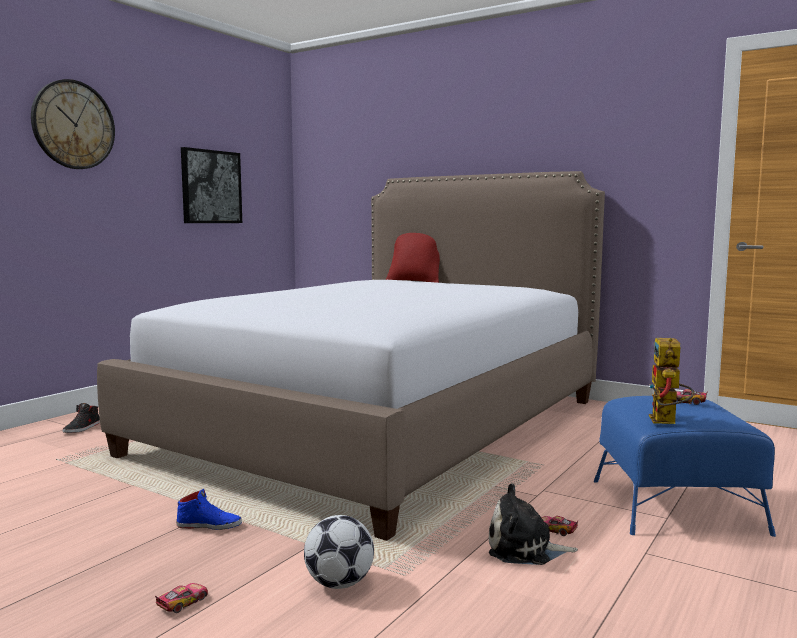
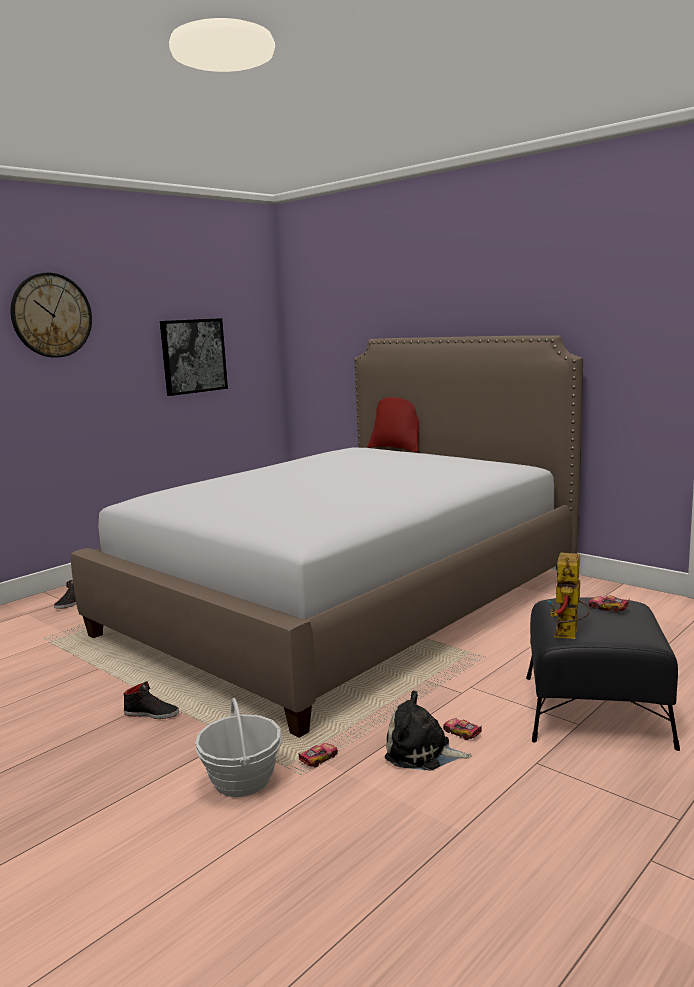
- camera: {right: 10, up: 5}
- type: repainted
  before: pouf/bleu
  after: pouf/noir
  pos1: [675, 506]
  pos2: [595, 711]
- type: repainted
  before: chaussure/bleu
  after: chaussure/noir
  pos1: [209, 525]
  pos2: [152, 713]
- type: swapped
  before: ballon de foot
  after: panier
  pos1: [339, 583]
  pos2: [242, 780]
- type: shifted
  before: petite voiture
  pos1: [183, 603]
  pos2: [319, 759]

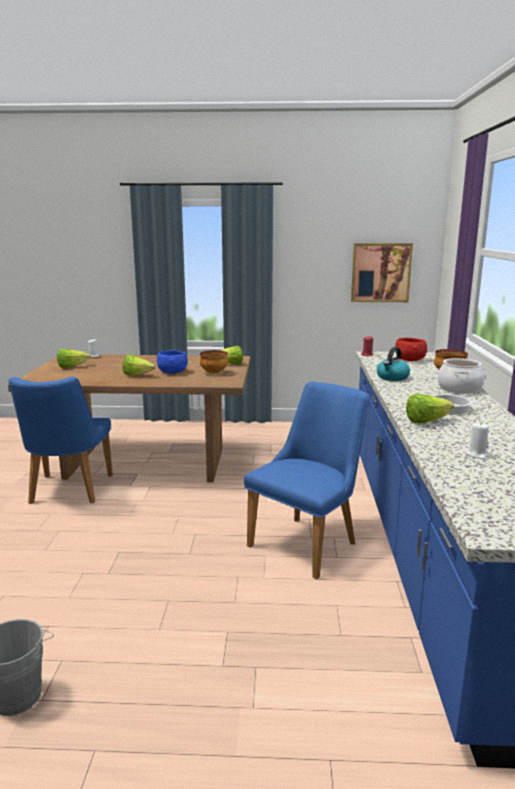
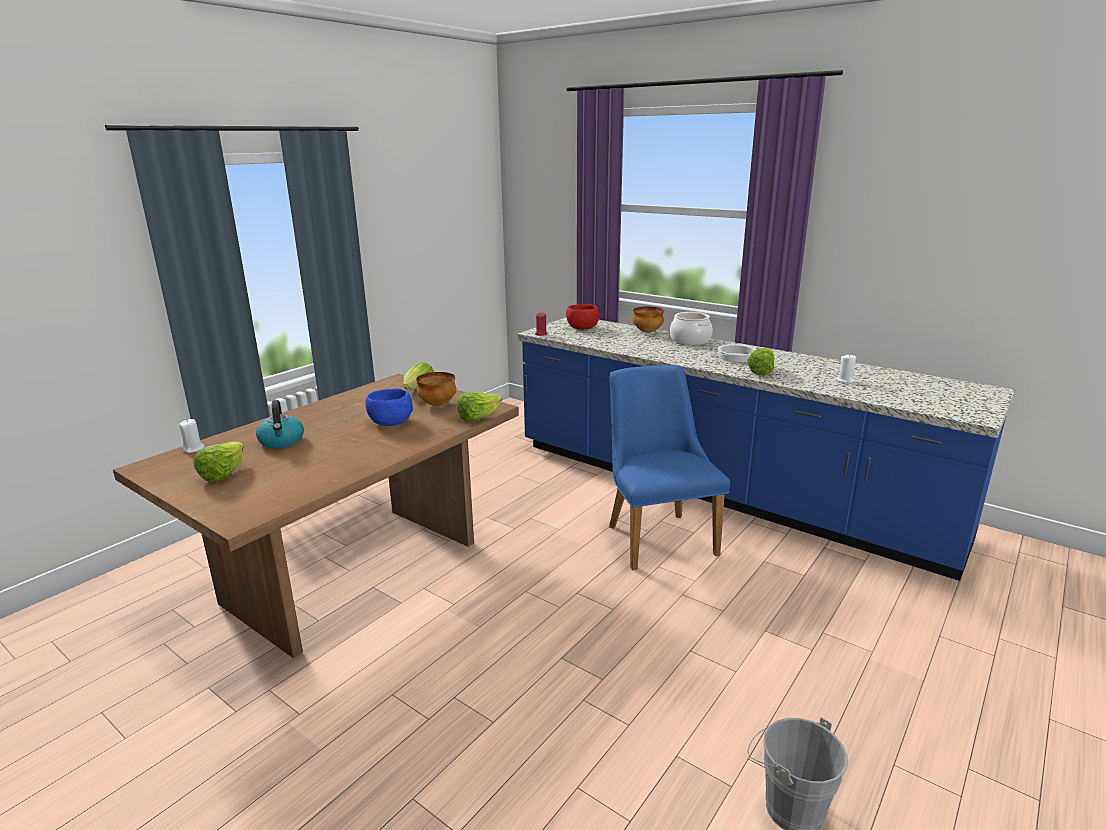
- camera: {right: -55, up: 5}
- type: gone
  before: tableau
  pos1: [381, 272]
- type: shifted
  before: bouilloire
  pos1: [392, 377]
  pos2: [282, 441]
- type: shifted
  before: laitue
  pos1: [137, 375]
  pos2: [478, 418]
- type: gone
  before: chaise/bleu
  pos1: [67, 492]

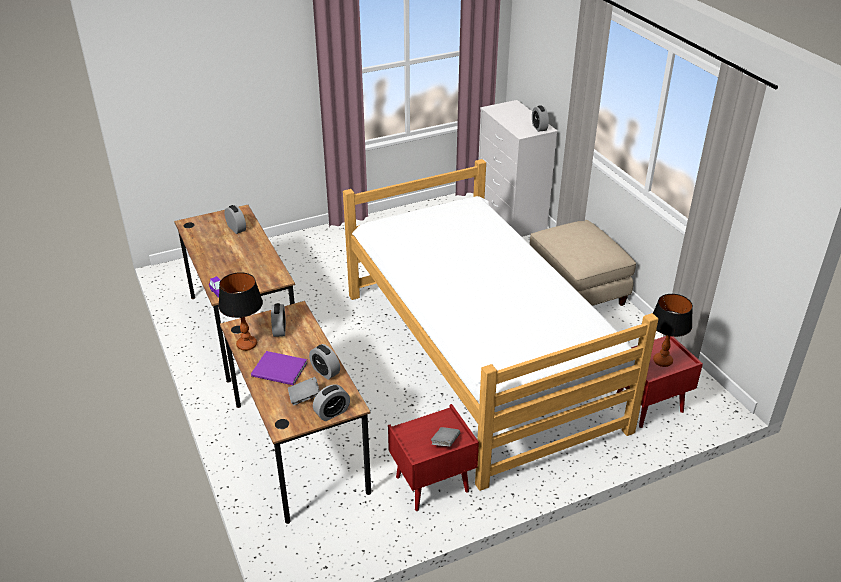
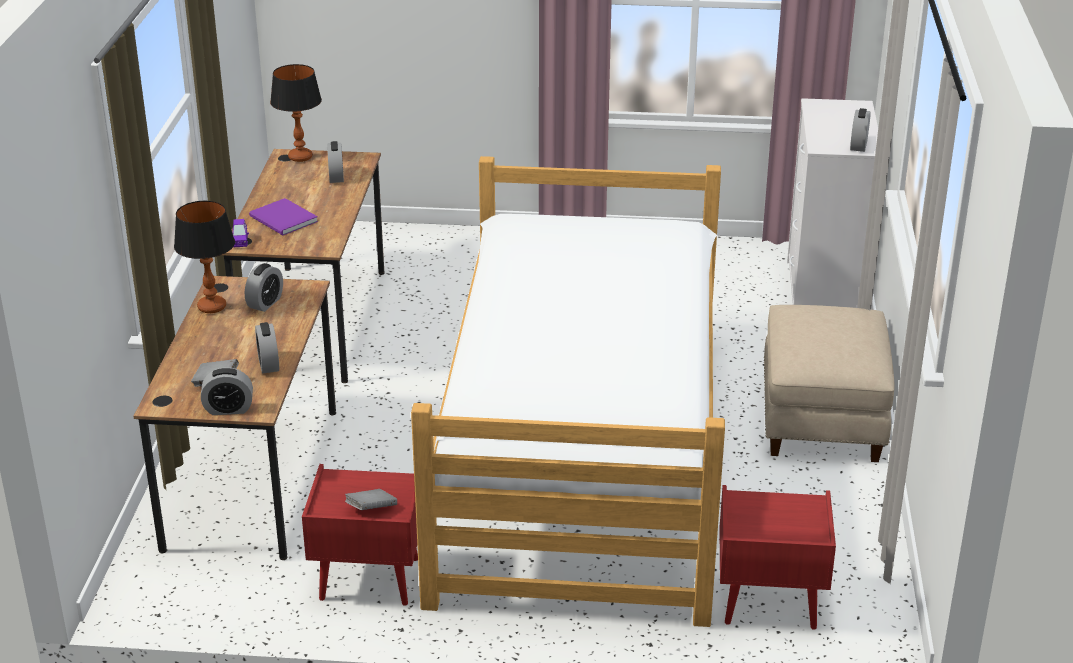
- camera: {right: 30, up: -5}
- type: shifted
  before: lampe de table
  pos1: [662, 361]
  pos2: [300, 157]
- type: shifted
  before: livre/violet
  pos1: [280, 371]
  pos2: [283, 220]

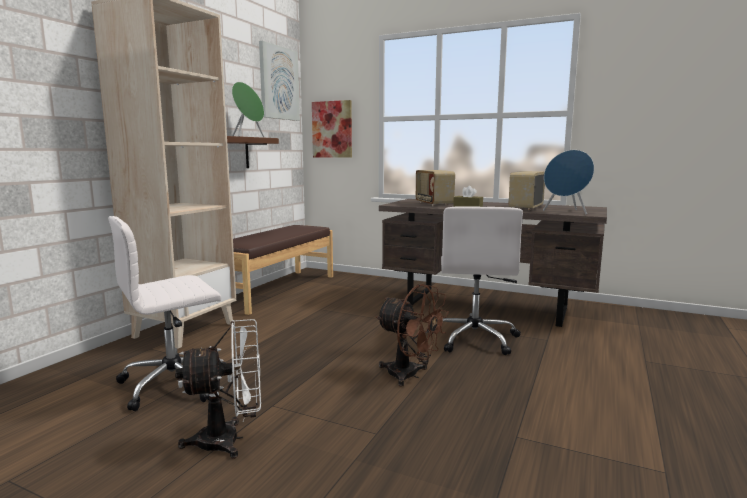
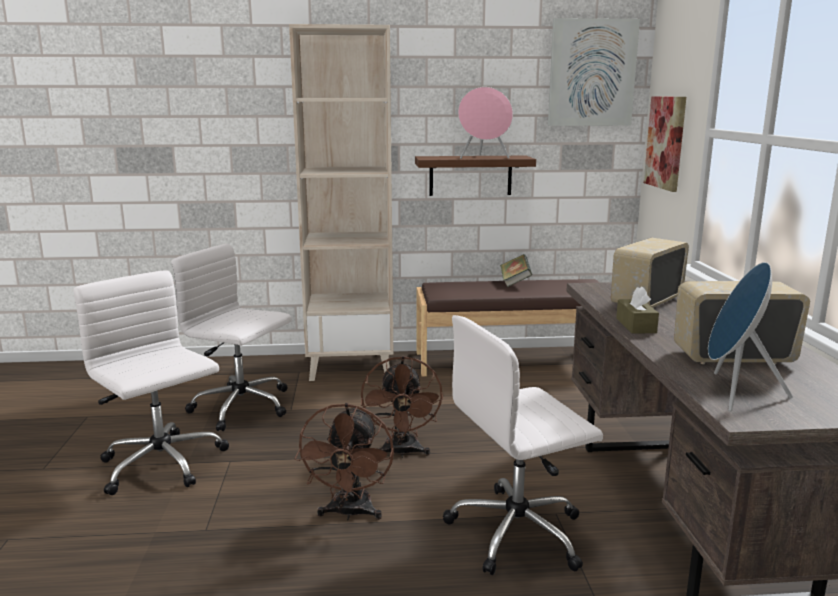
- camera: {right: 60, up: 5}
- type: repainted
  before: enceinte/vert
  after: enceinte/rose
  pos1: [248, 136]
  pos2: [484, 158]
- type: swapped
  before: ventilateur/blanc
  after: chaise de bureau/blanc
  pos1: [230, 440]
  pos2: [163, 465]
- type: new
  after: livre
  pos2: [515, 282]
- type: new
  after: ventilateur/marron
  pos2: [402, 452]

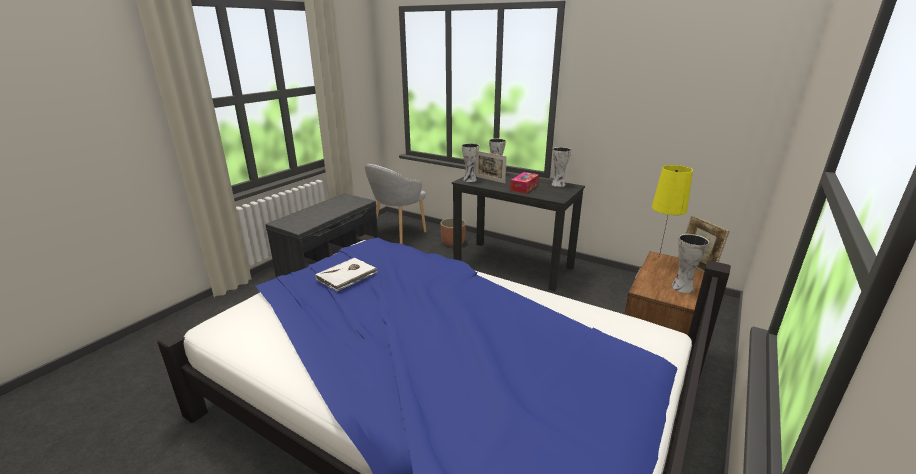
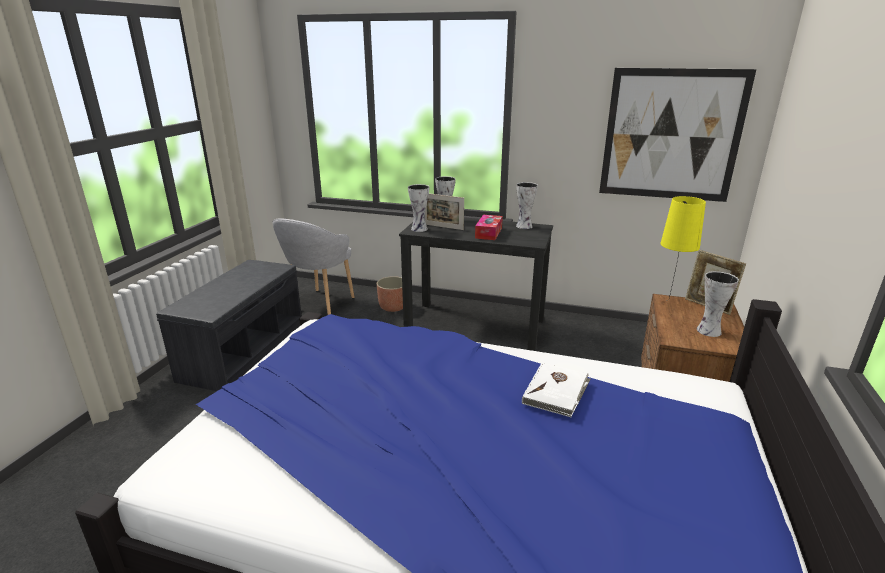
- camera: {right: -15, up: 0}
- type: shifted
  before: livre/blanc
  pos1: [347, 276]
  pos2: [556, 391]
- type: new
  after: tableau
  pos2: [671, 135]

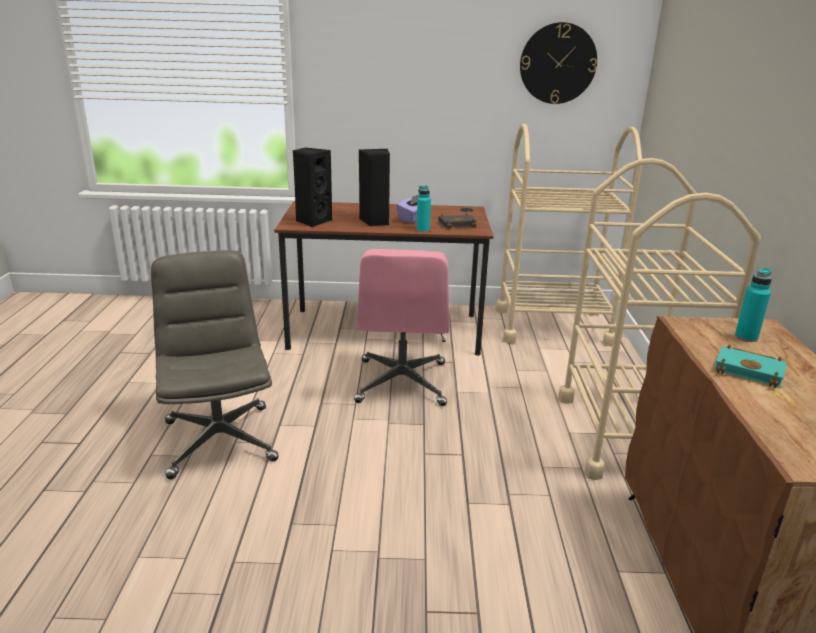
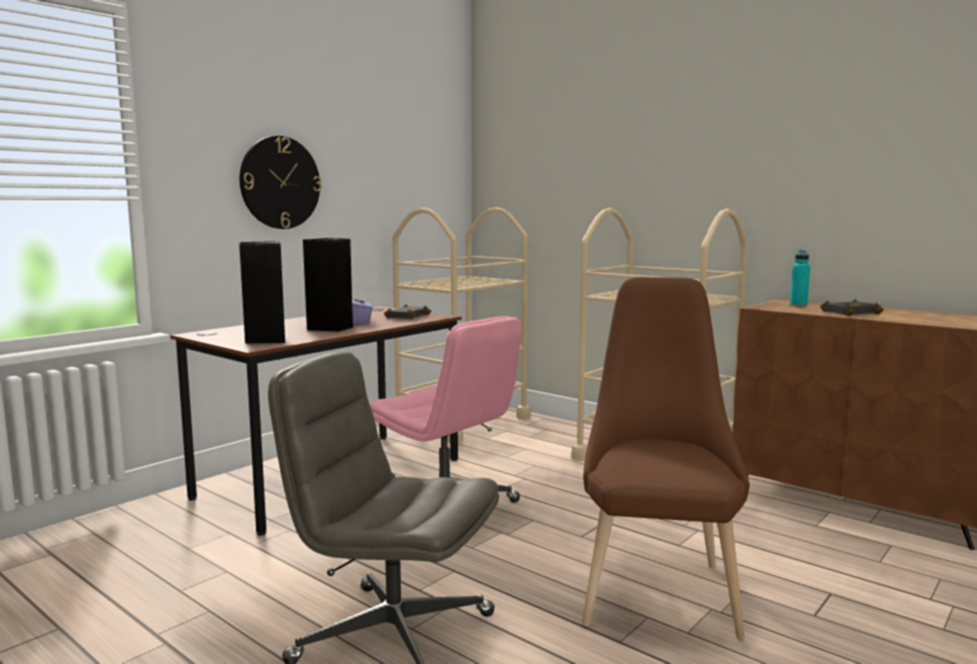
- camera: {right: -50, up: -15}
- type: shifted
  before: horloge murale
  pos1: [558, 63]
  pos2: [280, 182]
- type: gone
  before: bouteille/turquoise
  pos1: [423, 230]
- type: repainted
  before: livre/turquoise
  after: livre/noir
  pos1: [750, 371]
  pos2: [850, 312]
- type: new
  after: chaise/marron
  pos2: [656, 588]

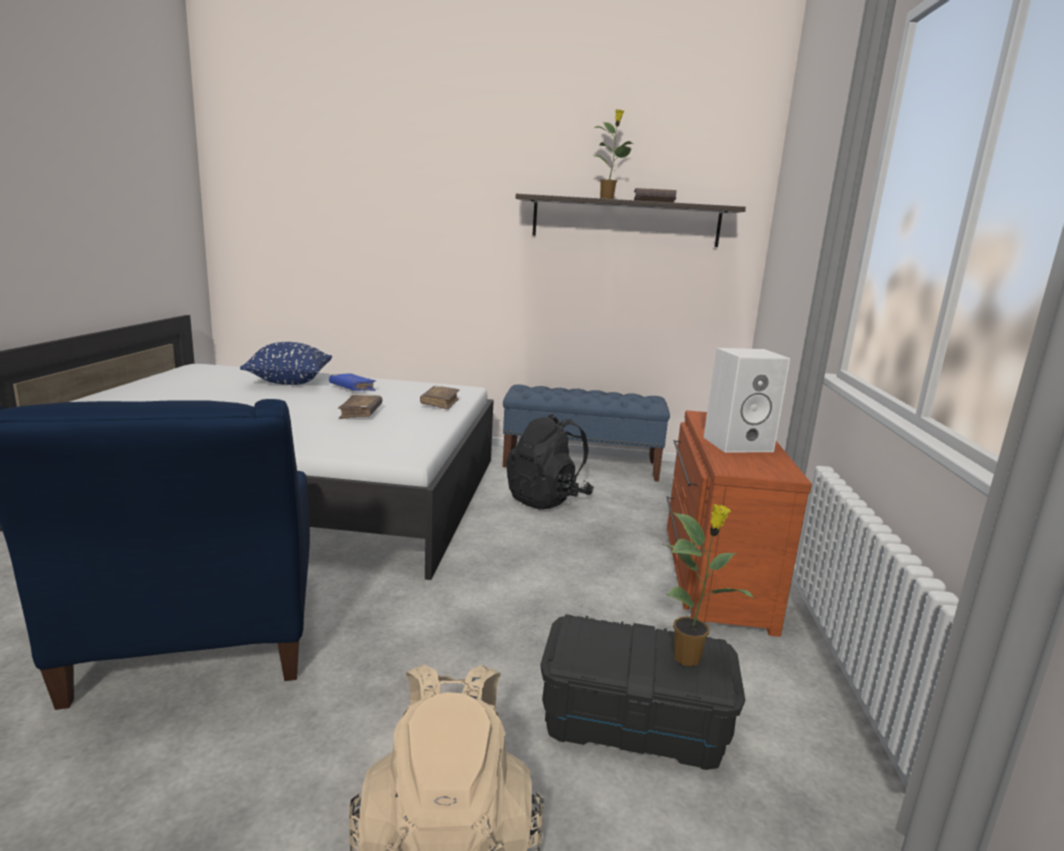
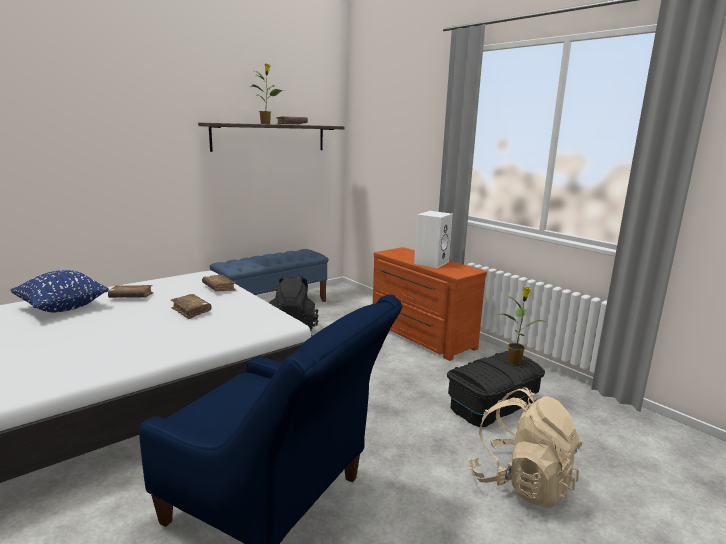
- camera: {right: -45, up: 0}
- type: repainted
  before: livre/bleu
  after: livre/marron
  pos1: [352, 388]
  pos2: [131, 297]

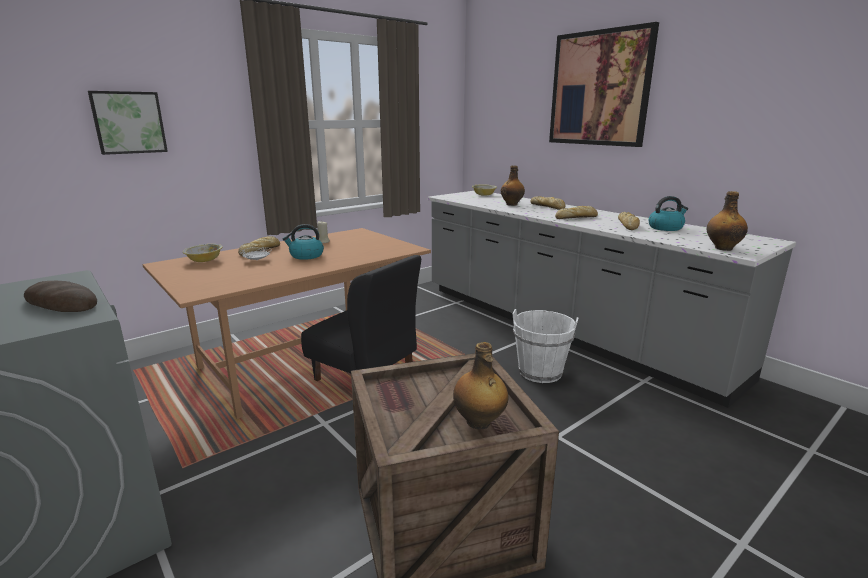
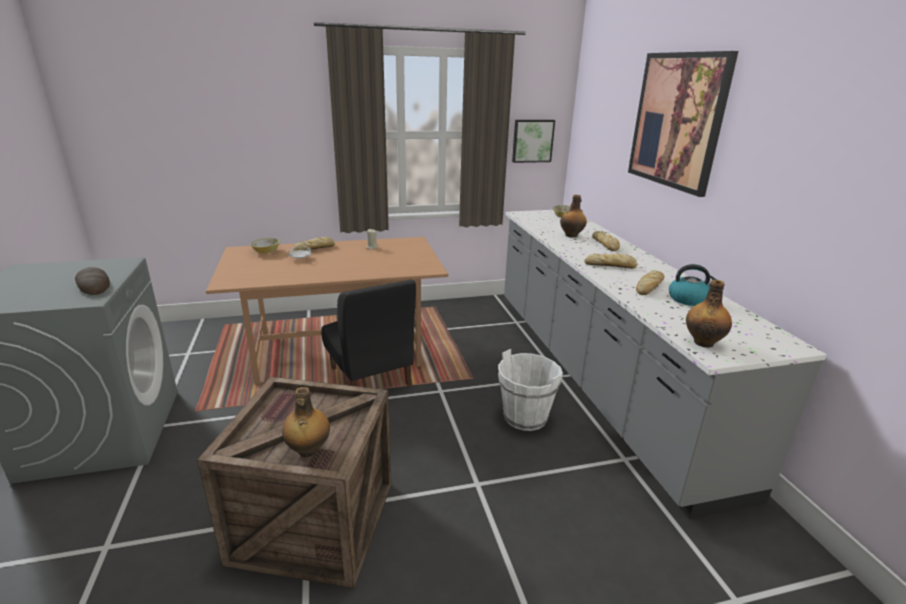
- camera: {right: 25, up: 5}
- type: shifted
  before: tableau
  pos1: [128, 122]
  pos2: [532, 141]
- type: gone
  before: bouilloire
  pos1: [306, 256]

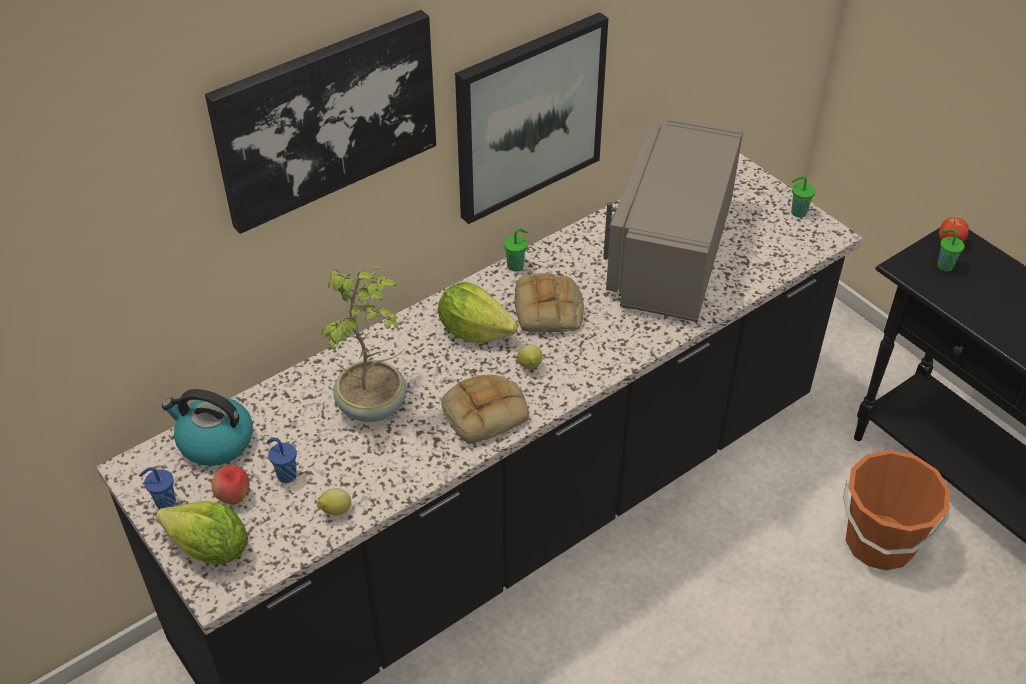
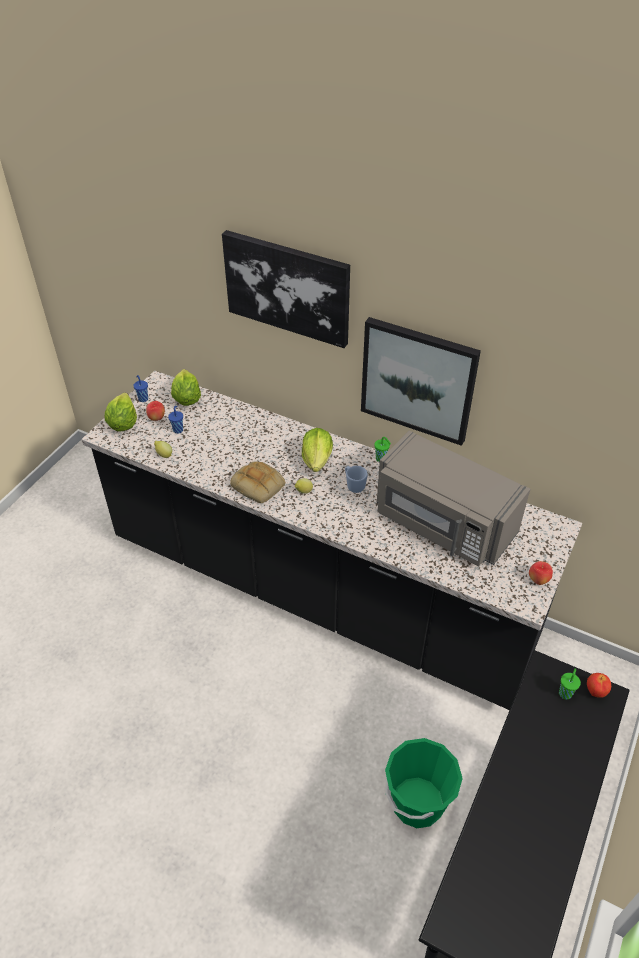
- camera: {right: 65, up: 0}
- type: rotated
  before: micro-ondes/gris
  pos1: [669, 254]
  pos2: [443, 524]
  turn: -135
- type: swapped
  before: tasse/vert
  after: pomme
  pos1: [797, 212]
  pos2: [538, 580]
- type: gone
  before: plante en pot
  pos1: [374, 405]
- type: swapped
  before: pain
  after: mug/bleu
  pos1: [549, 310]
  pos2: [354, 485]
- type: swapped
  before: bouilloire
  after: laitue
  pos1: [214, 442]
  pos2: [186, 398]
- type: repainted
  before: seau/orange
  after: seau/vert
  pos1: [879, 542]
  pos2: [417, 802]

